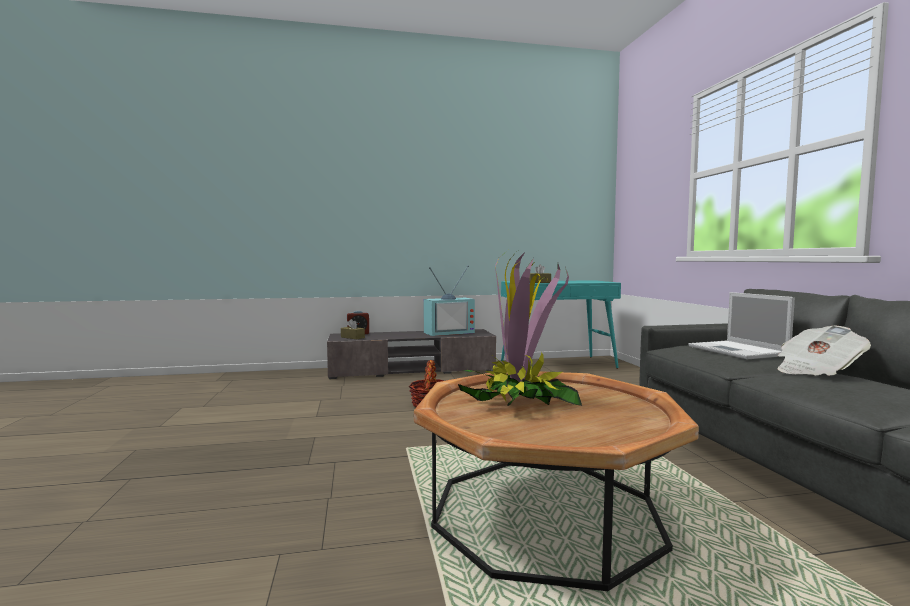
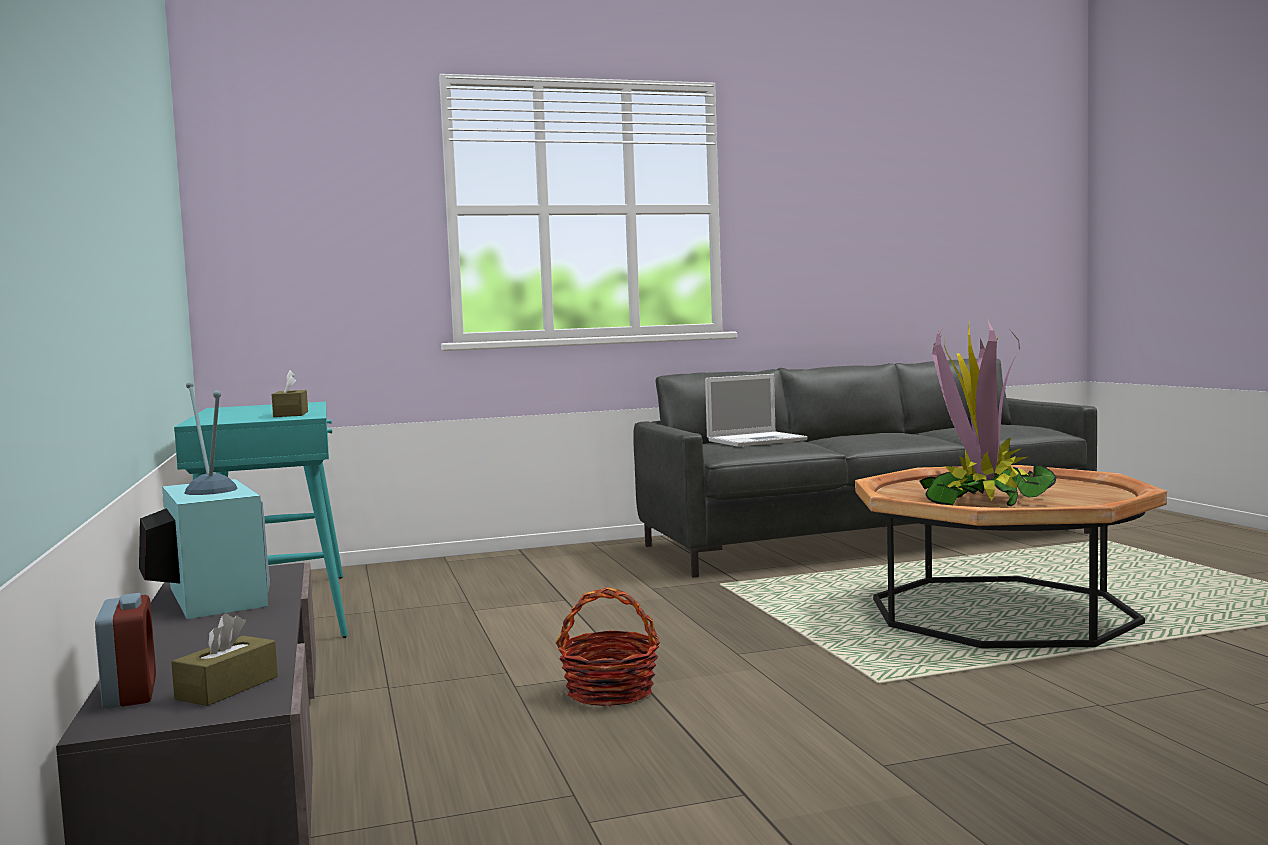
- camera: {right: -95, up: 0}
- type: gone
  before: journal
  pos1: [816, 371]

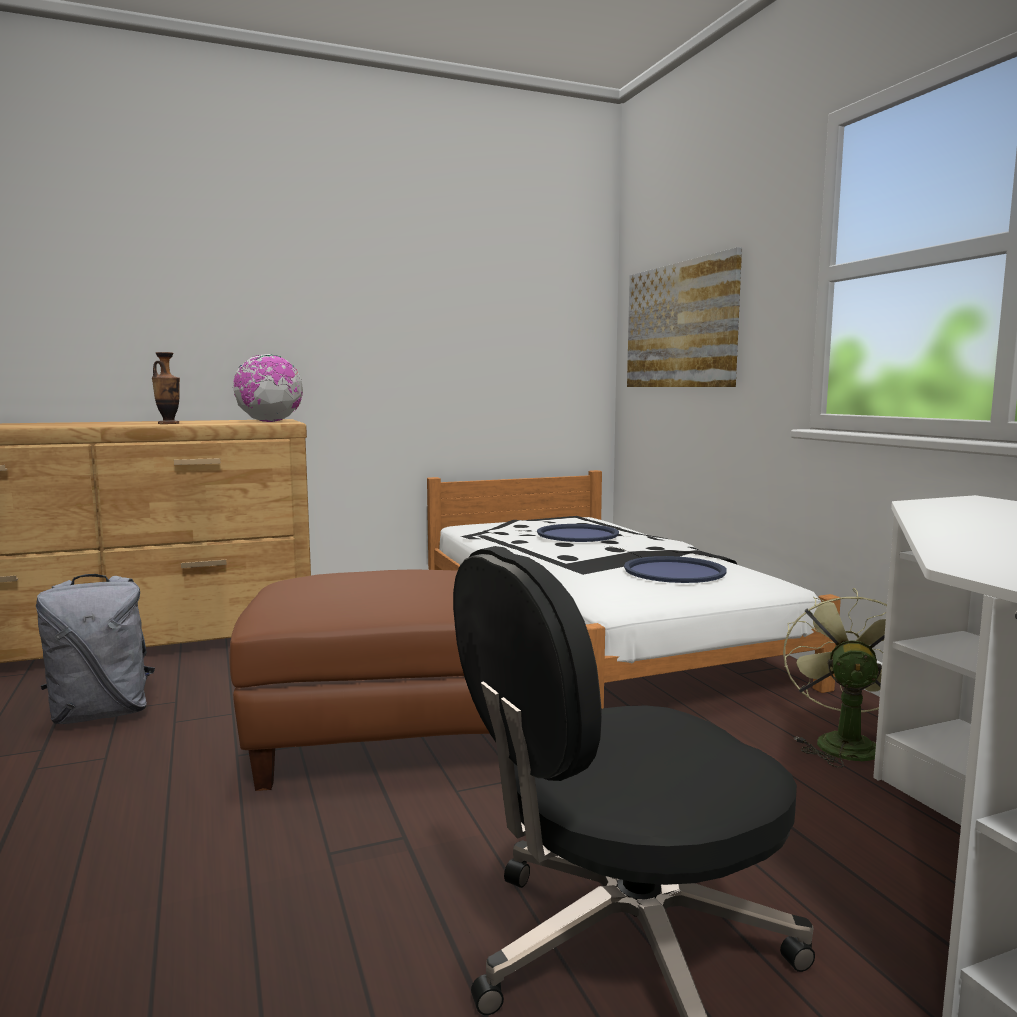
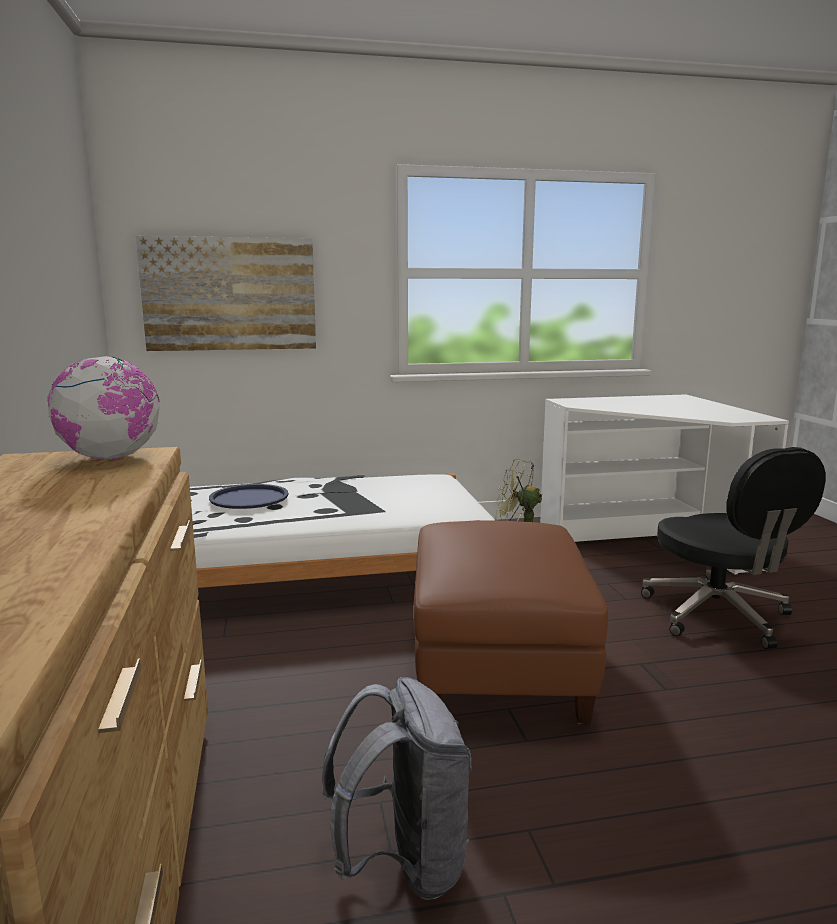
- camera: {right: -80, up: 5}
- type: gone
  before: vase
  pos1: [168, 424]
- type: gone
  before: plateau/bleu
  pos1: [674, 571]

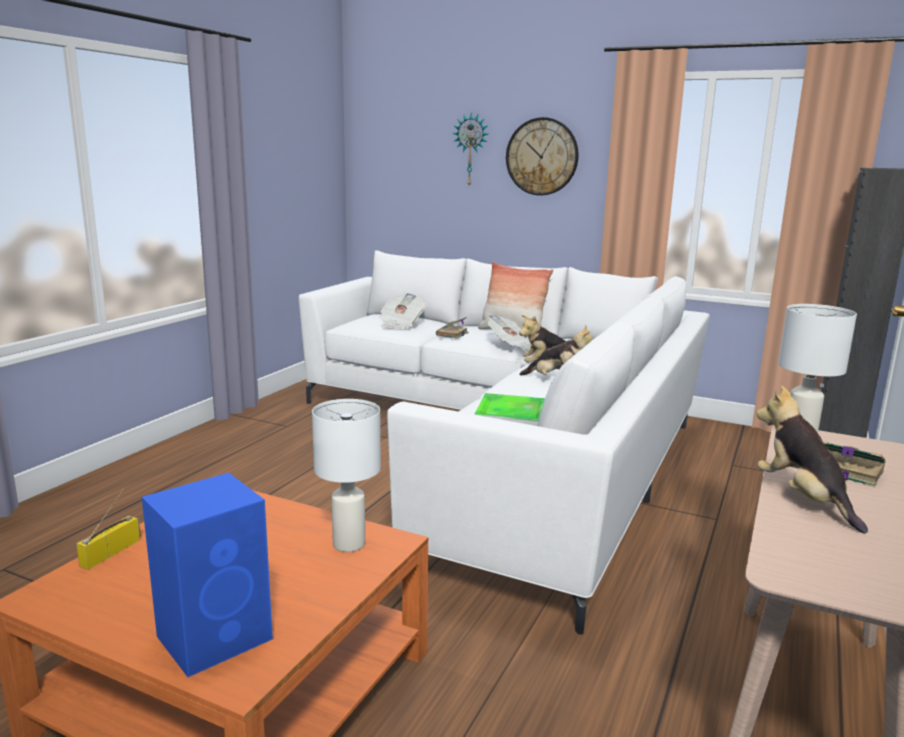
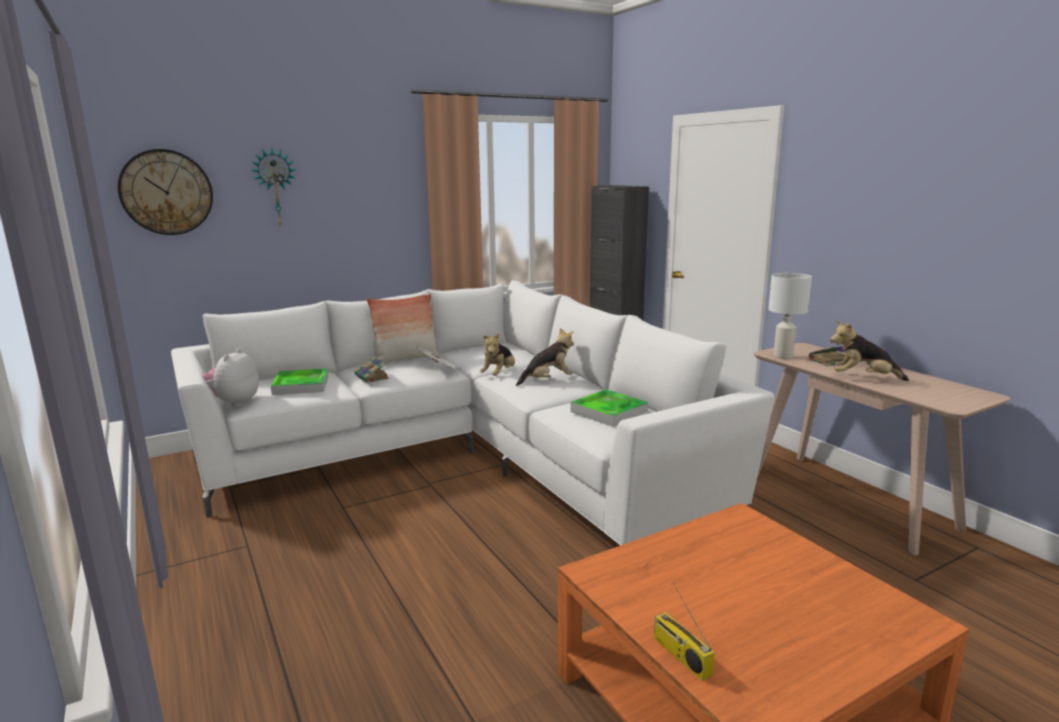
- camera: {right: -55, up: 0}
- type: shifted
  before: horloge murale
  pos1: [542, 156]
  pos2: [166, 192]
- type: swapped
  before: journal
  after: plateau
  pos1: [400, 324]
  pos2: [301, 385]
- type: gone
  before: lampe de table/blanc
  pos1: [349, 543]
- type: gone
  before: enceinte/bleu
  pos1: [217, 636]
- type: new
  after: peluche
  pos2: [232, 403]

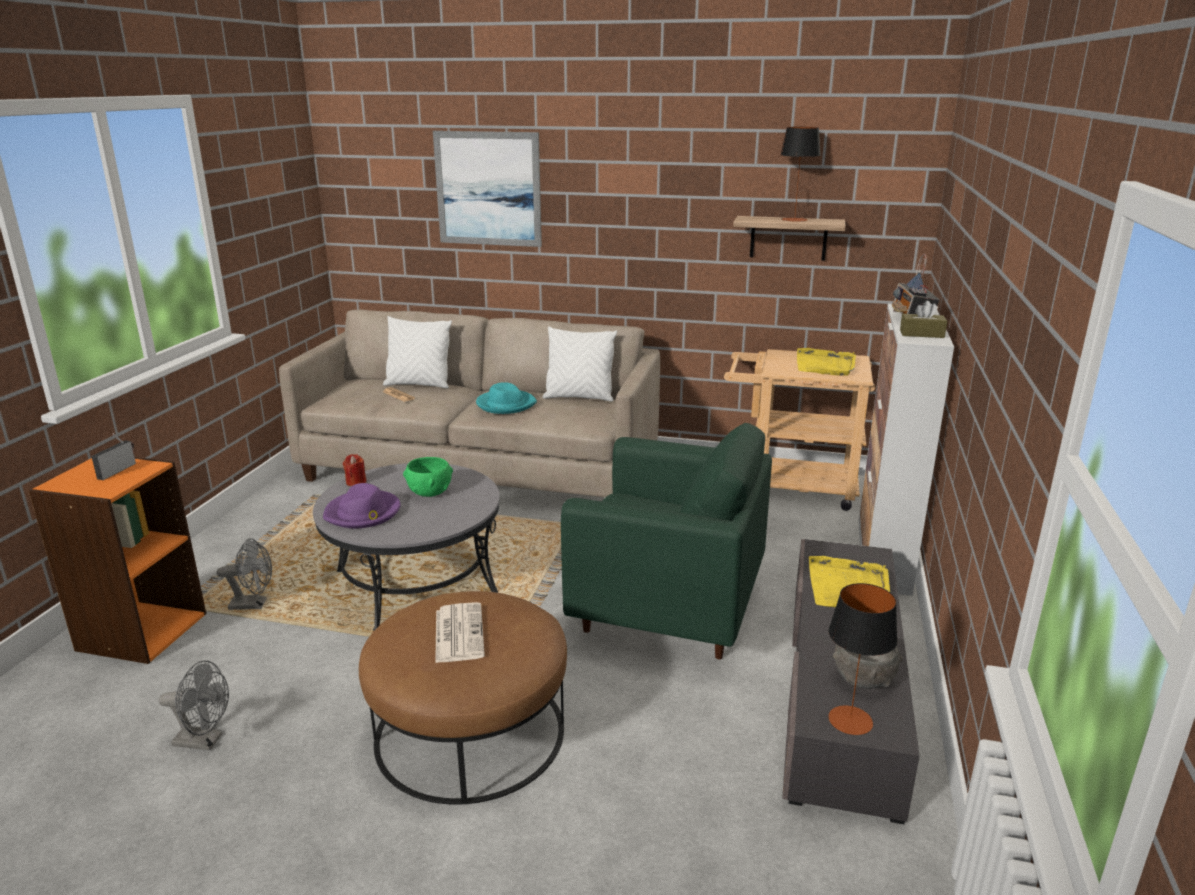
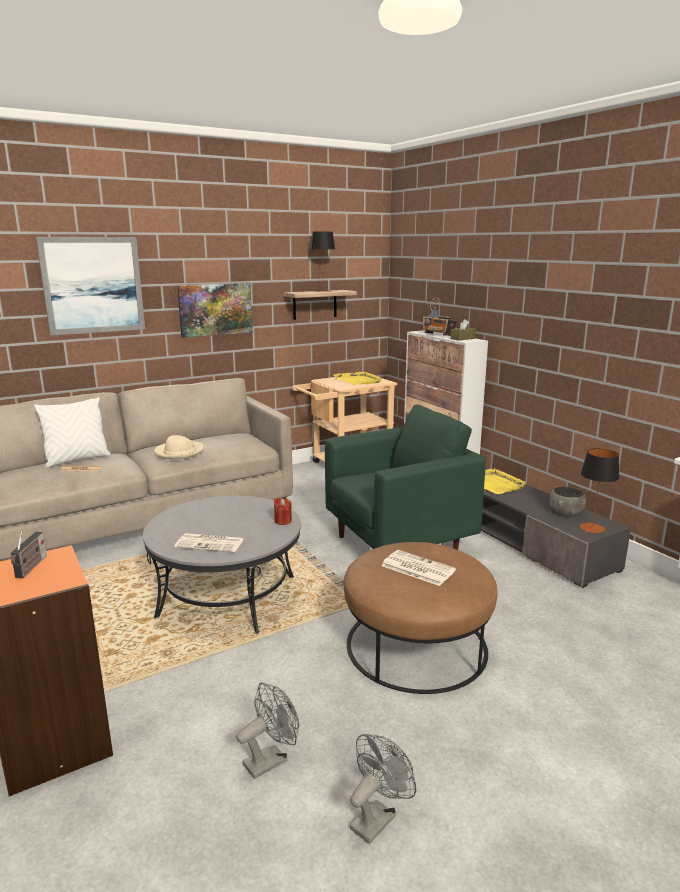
- camera: {right: -45, up: -5}
- type: gone
  before: coussin/blanc
  pos1: [579, 397]
- type: repainted
  before: chapeau/turquoise
  after: chapeau/beige
  pos1: [505, 404]
  pos2: [179, 452]
- type: rotated
  before: radio
  pos1: [118, 470]
  pos2: [31, 567]
  turn: -150
- type: shifted
  before: bougie/rouge
  pos1: [356, 482]
  pos2: [283, 521]
- type: gone
  before: bol/vert
  pos1: [429, 492]
- type: swapped
  before: chapeau/violet
  after: journal
  pos1: [363, 513]
  pos2: [211, 543]
- type: shifted
  before: ventilateur/gris
  pos1: [254, 604]
  pos2: [377, 817]
- type: new
  after: tableau
  pos2: [215, 309]

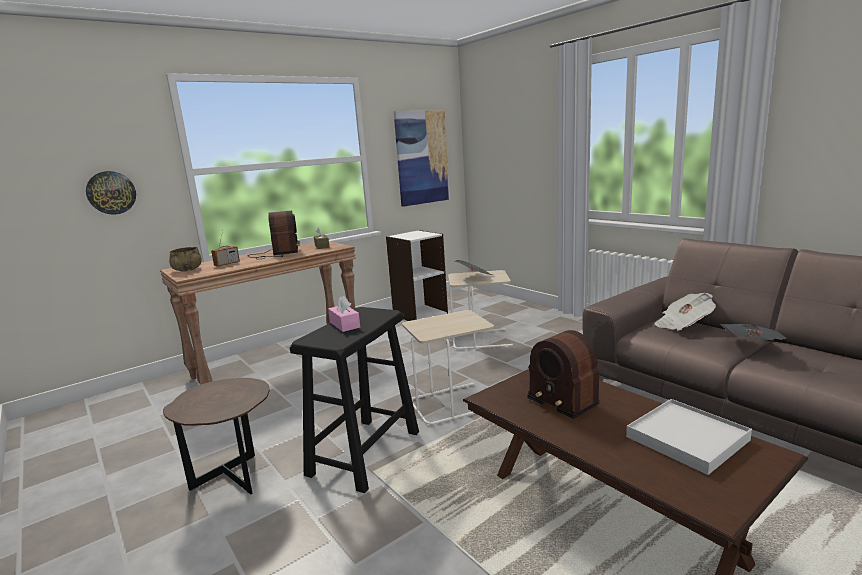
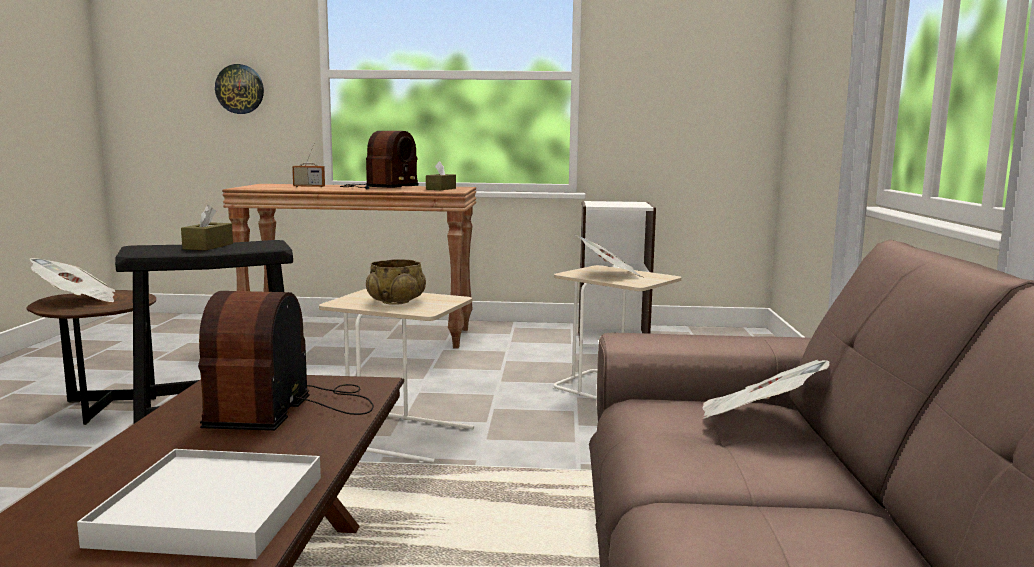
- camera: {right: 40, up: -5}
- type: gone
  before: tableau
  pos1: [422, 157]
- type: shifted
  before: bol/beige
  pos1: [187, 270]
  pos2: [396, 301]
- type: repainted
  before: boîte à mouchoirs/rose
  after: boîte à mouchoirs/marron
  pos1: [344, 325]
  pos2: [208, 246]
- type: shifted
  before: journal
  pos1: [751, 347]
  pos2: [77, 300]

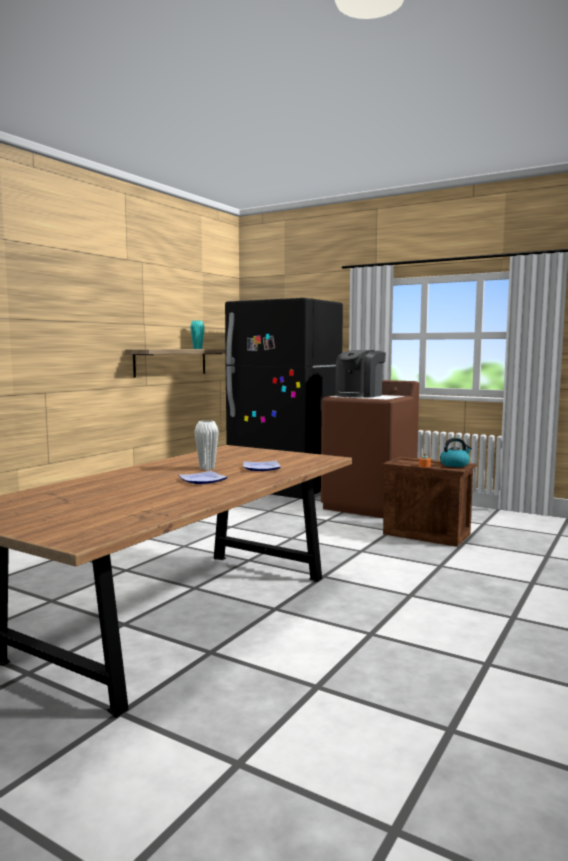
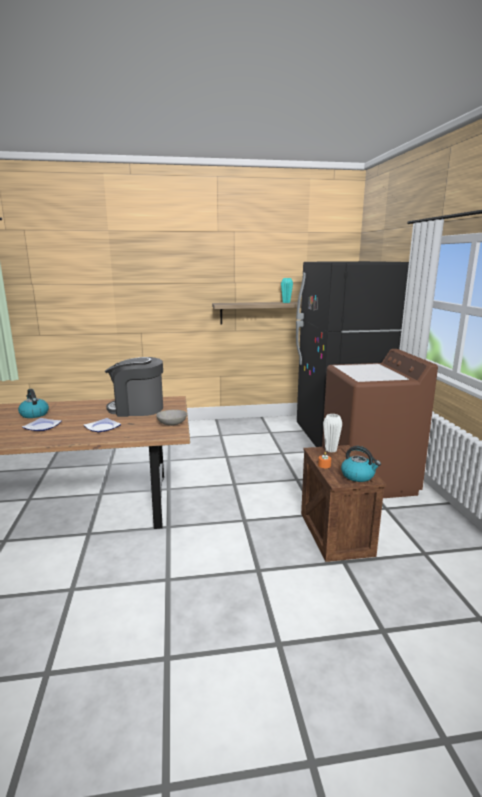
- camera: {right: 50, up: 10}
- type: shifted
  before: machine à café
  pos1: [359, 395]
  pos2: [137, 409]
- type: shifted
  before: vase/blanc
  pos1: [207, 468]
  pos2: [330, 450]
- type: new
  after: bouilloire
  pos2: [34, 414]
- type: new
  after: bol/gris
  pos2: [172, 424]

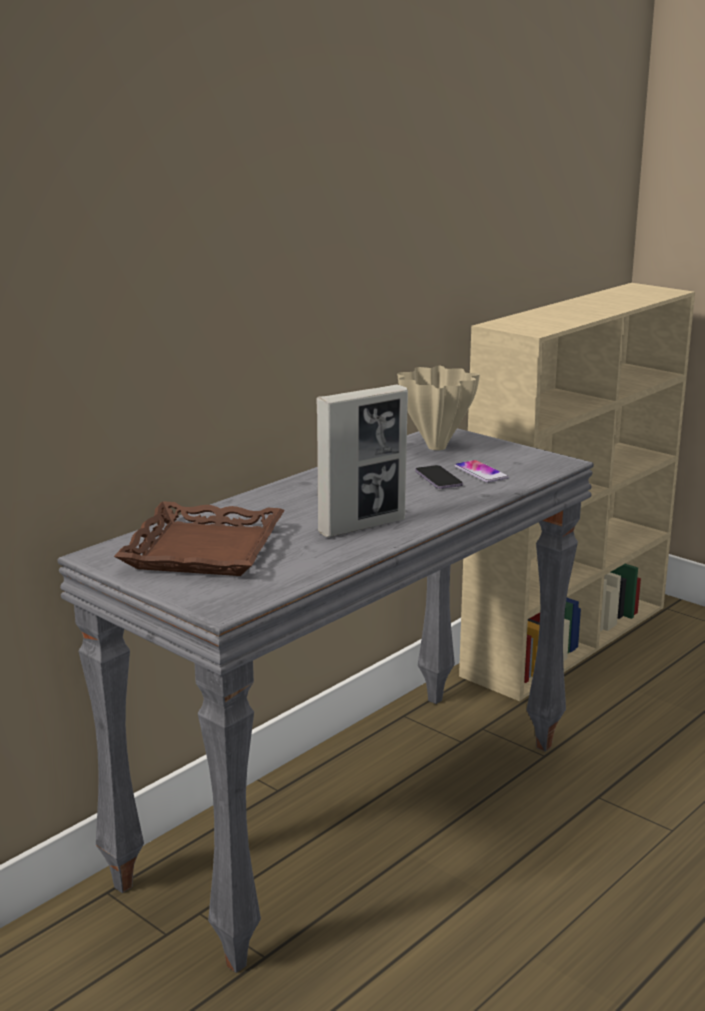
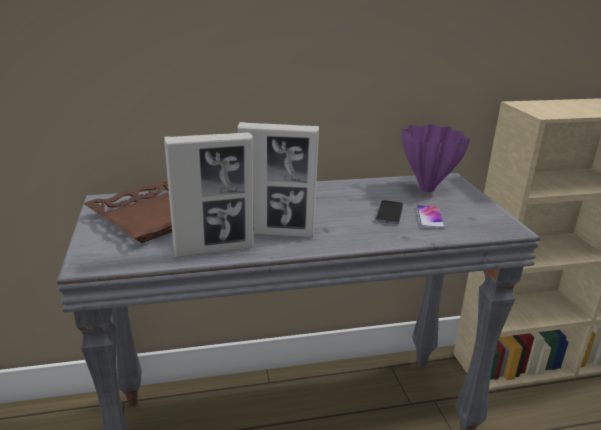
- camera: {right: 35, up: 5}
- type: repainted
  before: vase/beige
  after: vase/violet
  pos1: [437, 447]
  pos2: [427, 189]
- type: new
  after: cadre photo
  pos2: [214, 249]

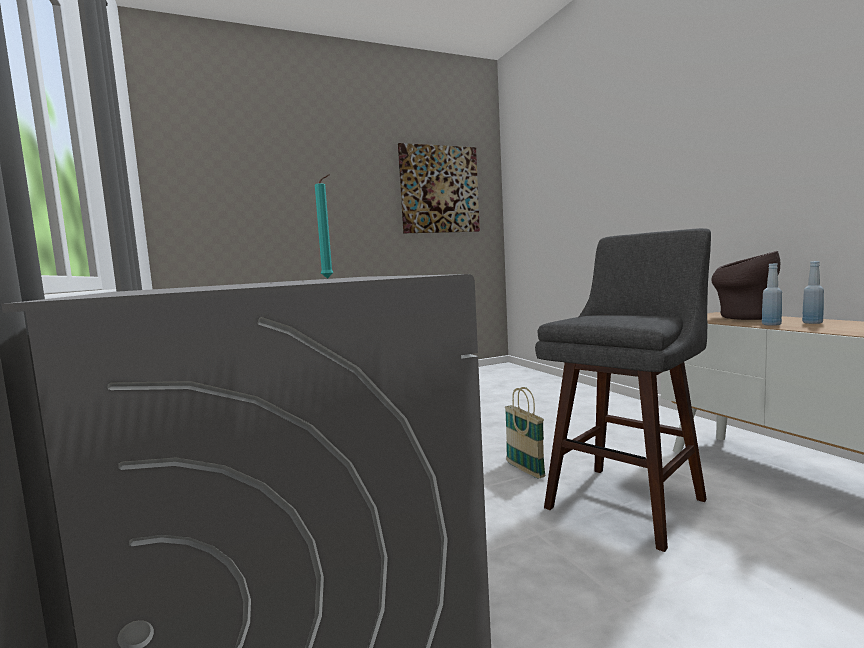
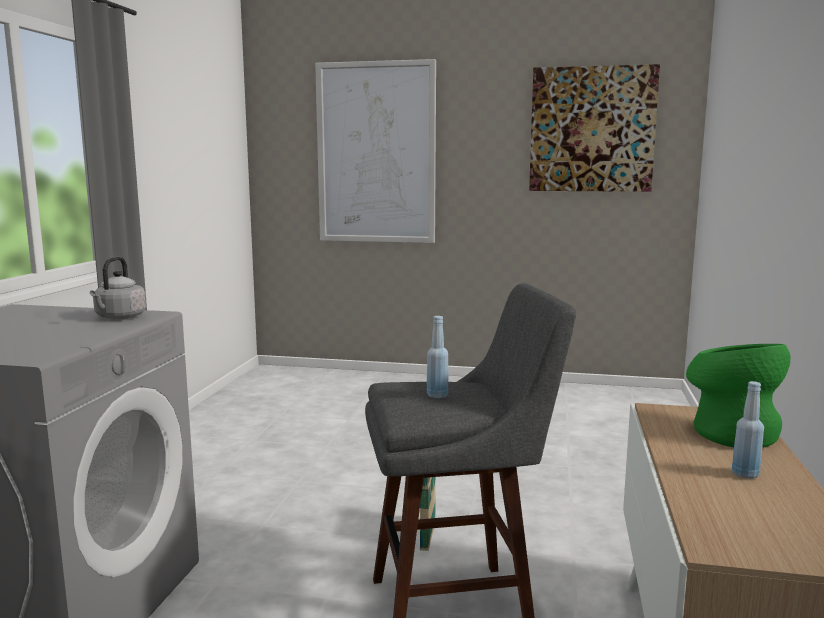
- camera: {right: 35, up: 5}
- type: swapped
  before: bougie/turquoise
  after: bouilloire/gris
  pos1: [329, 278]
  pos2: [119, 317]
- type: repainted
  before: vase/marron
  after: vase/vert
  pos1: [743, 317]
  pos2: [730, 433]
- type: shifted
  before: bouteille/bleu
  pos1: [771, 324]
  pos2: [437, 395]
- type: new
  after: tableau
  pos2: [376, 153]

